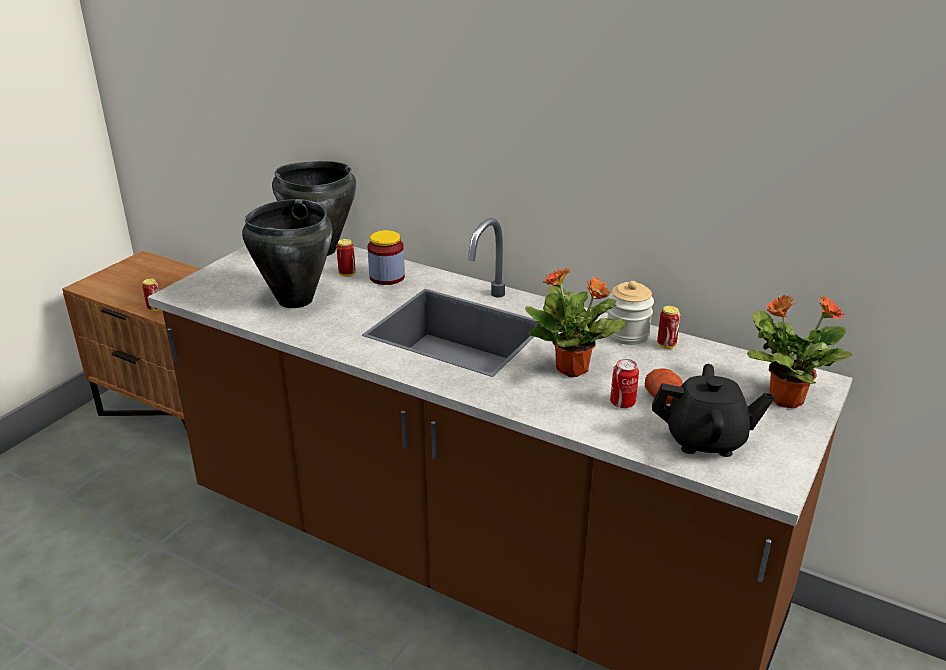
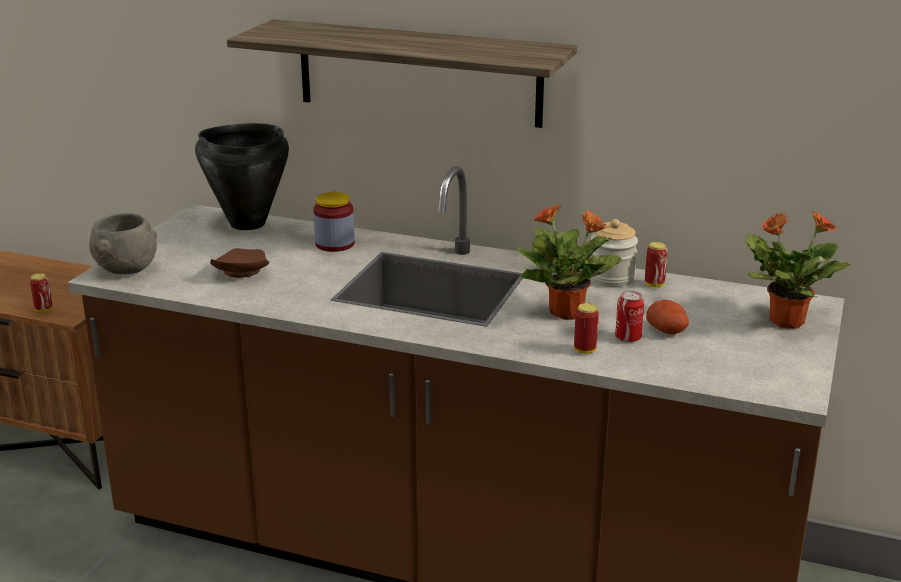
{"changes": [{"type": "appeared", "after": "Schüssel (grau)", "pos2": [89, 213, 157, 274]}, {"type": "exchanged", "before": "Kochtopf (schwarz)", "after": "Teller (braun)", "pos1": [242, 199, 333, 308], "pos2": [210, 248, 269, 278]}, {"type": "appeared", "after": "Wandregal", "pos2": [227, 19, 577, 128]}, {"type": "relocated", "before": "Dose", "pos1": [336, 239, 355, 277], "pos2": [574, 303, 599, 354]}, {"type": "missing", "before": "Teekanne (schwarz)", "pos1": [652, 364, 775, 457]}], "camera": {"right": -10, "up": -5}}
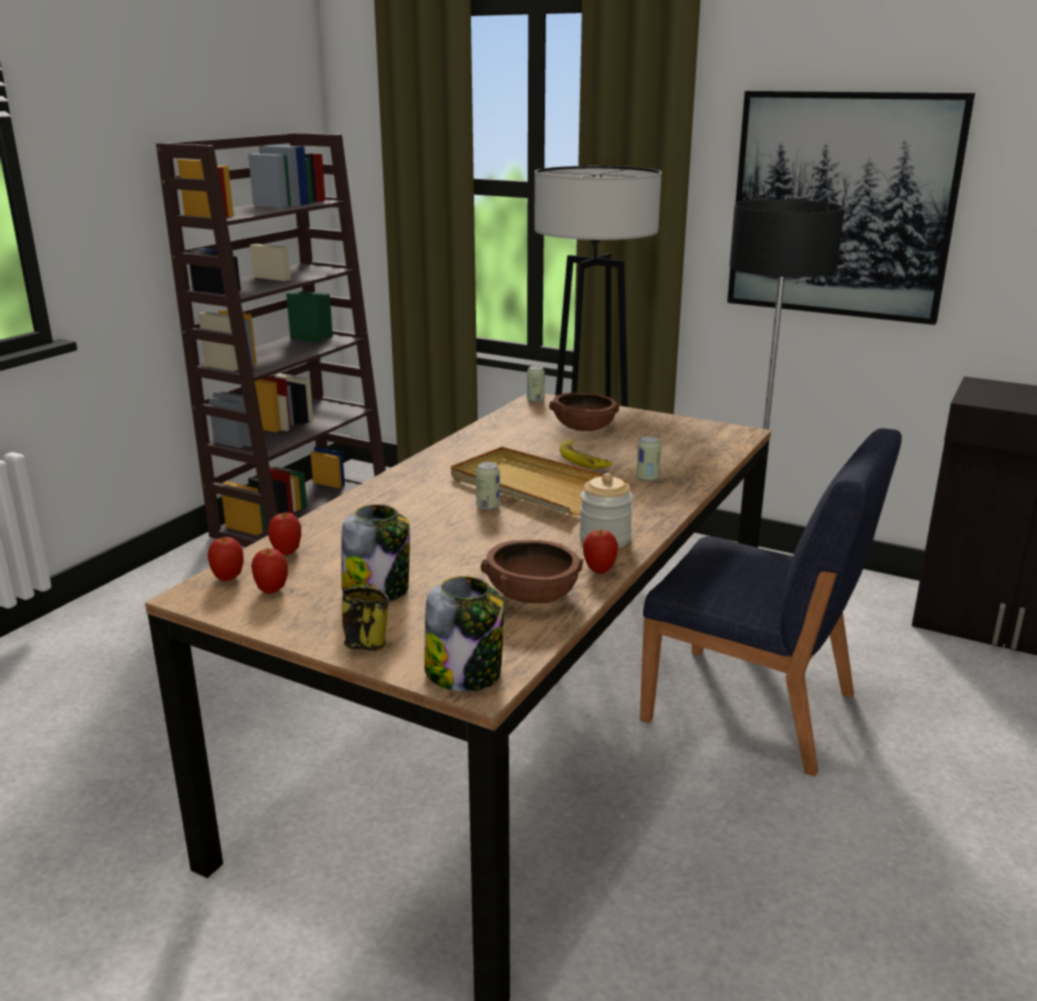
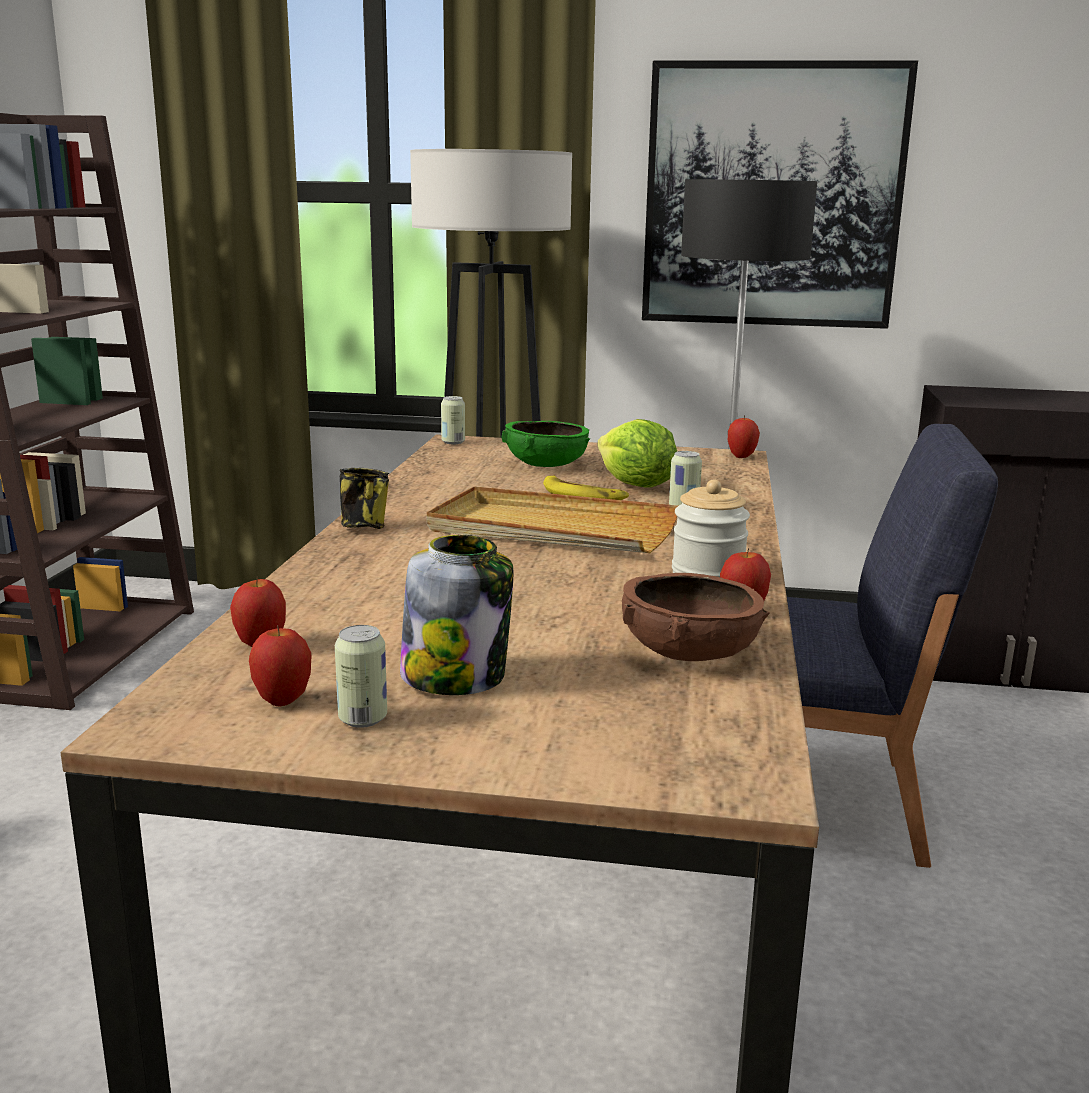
{"changes": [{"type": "relocated", "before": "Dose", "pos1": [476, 462, 500, 510], "pos2": [335, 625, 387, 728]}, {"type": "relocated", "before": "Henkelbecher", "pos1": [342, 585, 389, 651], "pos2": [340, 468, 389, 529]}, {"type": "colour", "before": "Schüssel (braun)", "after": "Schüssel (grün)", "pos1": [549, 393, 620, 431], "pos2": [502, 421, 590, 467]}, {"type": "appeared", "after": "Salatkopf", "pos2": [597, 419, 677, 487]}, {"type": "relocated", "before": "Apfel", "pos1": [208, 536, 244, 581], "pos2": [728, 415, 760, 458]}, {"type": "missing", "before": "Vorratsglas", "pos1": [425, 576, 504, 692]}], "camera": {"right": -20, "up": -5}}
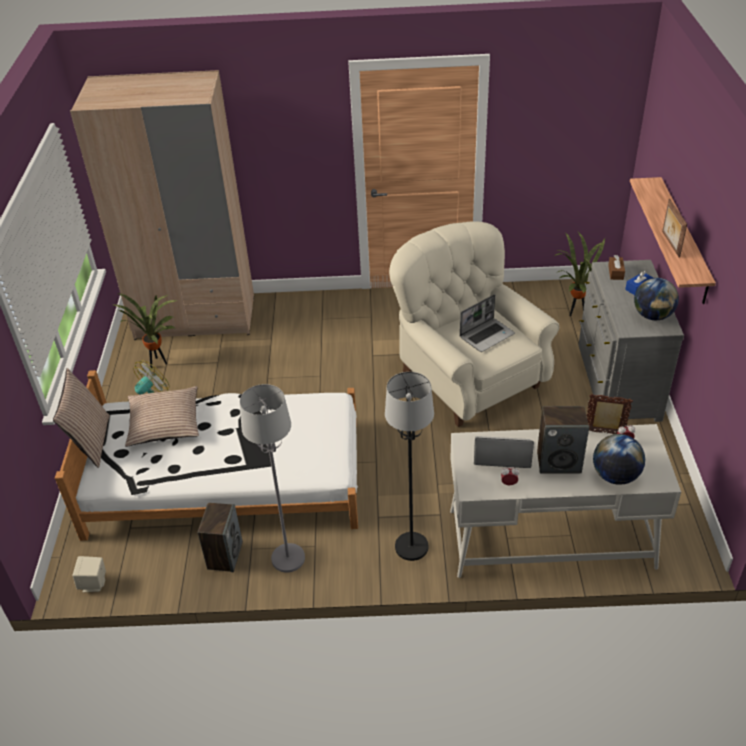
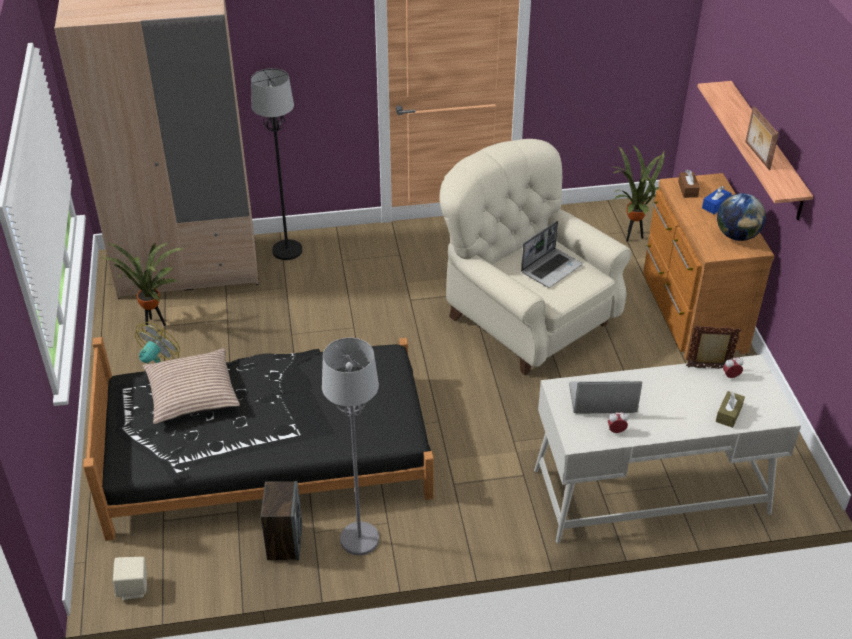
{"changes": [{"type": "colour", "before": "Bett (weiß)", "after": "Bett (schwarz)", "pos1": [55, 370, 358, 541], "pos2": [83, 337, 434, 541]}, {"type": "relocated", "before": "Stehlampe (schwarz)", "pos1": [385, 372, 434, 561], "pos2": [251, 68, 302, 260]}, {"type": "colour", "before": "Kommode (grau)", "after": "Kommode (braun)", "pos1": [578, 260, 684, 422], "pos2": [643, 173, 774, 360]}, {"type": "exchanged", "before": "Globus", "after": "Taschentuchbox (braun)", "pos1": [593, 434, 645, 485], "pos2": [715, 391, 745, 428]}, {"type": "missing", "before": "Kissen", "pos1": [53, 368, 110, 468]}, {"type": "missing", "before": "Lautsprecher", "pos1": [537, 406, 589, 474]}], "camera": {"right": -10, "up": 0}}
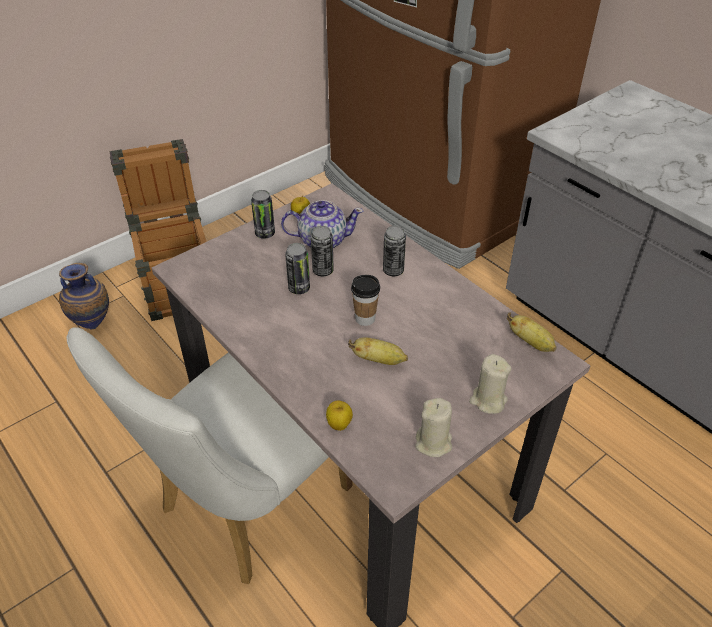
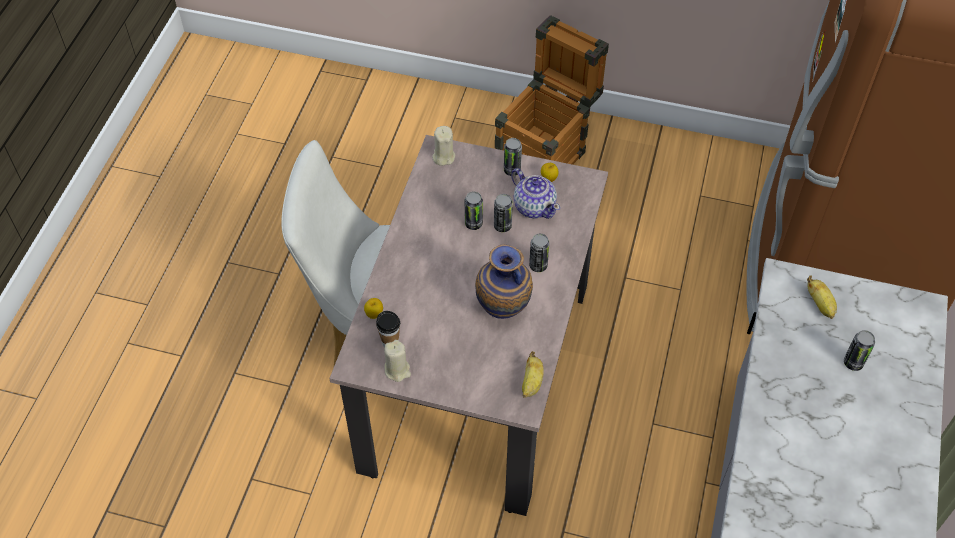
{"changes": [{"type": "relocated", "before": "Tasse", "pos1": [351, 275, 380, 326], "pos2": [376, 311, 400, 348]}, {"type": "relocated", "before": "Kerze (beige)", "pos1": [469, 354, 511, 414], "pos2": [432, 126, 455, 166]}, {"type": "relocated", "before": "Vase", "pos1": [59, 263, 109, 330], "pos2": [475, 244, 533, 319]}, {"type": "relocated", "before": "Banane", "pos1": [348, 337, 408, 365], "pos2": [807, 276, 837, 319]}, {"type": "appeared", "after": "Dose", "pos2": [844, 330, 875, 371]}], "camera": {"right": 55, "up": 10}}
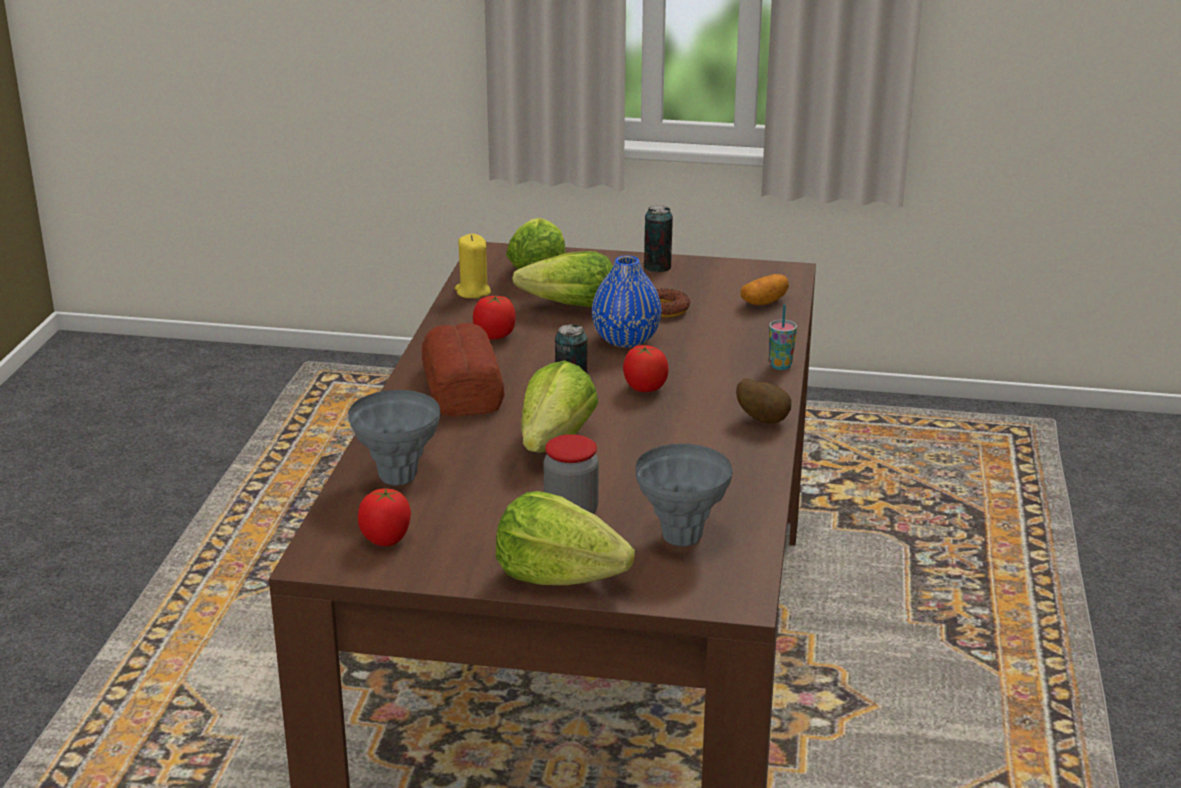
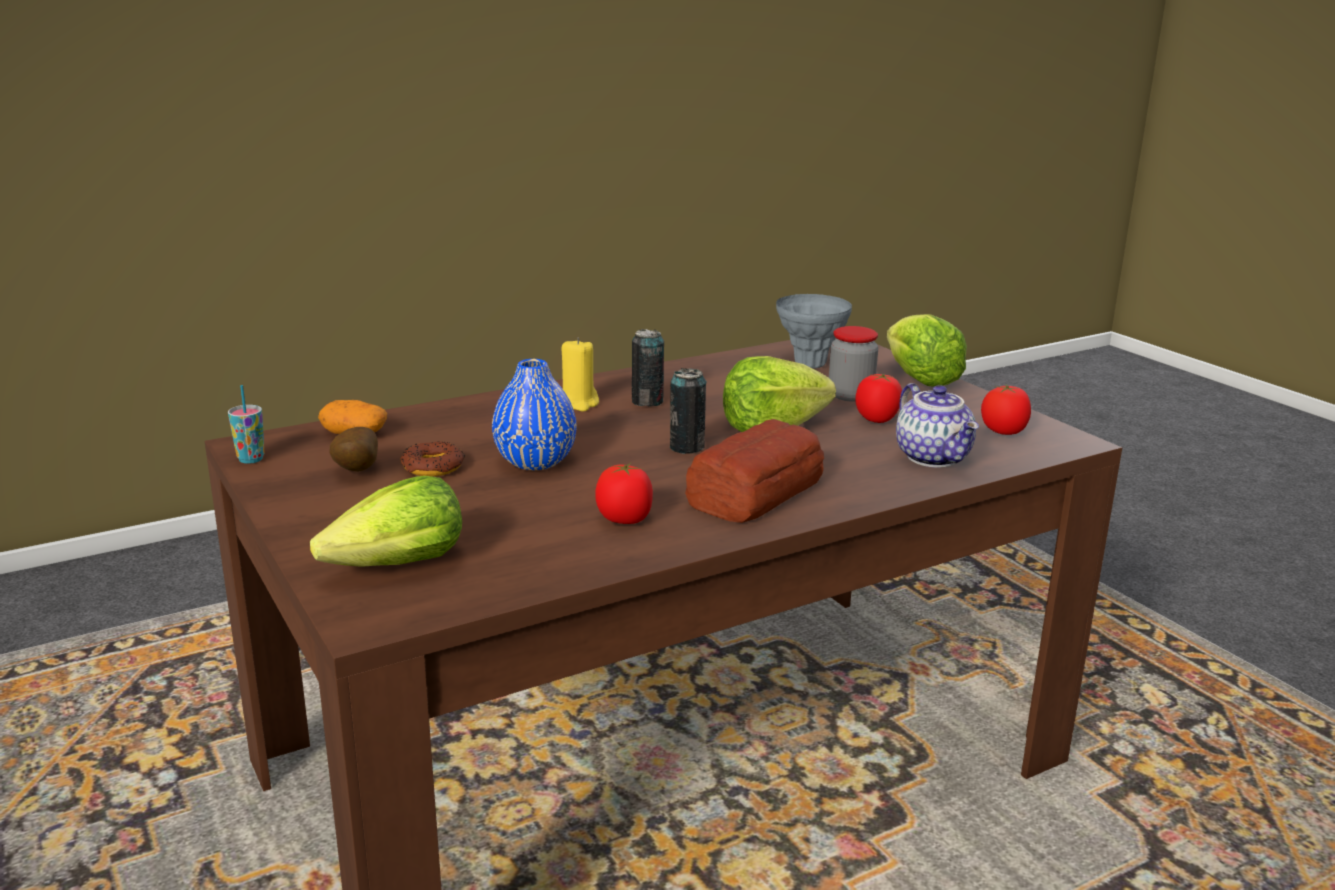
{"changes": [{"type": "relocated", "before": "Tasse", "pos1": [769, 304, 797, 370], "pos2": [228, 385, 265, 464]}, {"type": "relocated", "before": "Kartoffel", "pos1": [736, 378, 791, 424], "pos2": [329, 427, 378, 472]}, {"type": "relocated", "before": "Kerze (gelb)", "pos1": [455, 234, 491, 298], "pos2": [562, 338, 599, 412]}, {"type": "relocated", "before": "Dose", "pos1": [644, 205, 673, 272], "pos2": [632, 329, 664, 407]}, {"type": "relocated", "before": "Tomate", "pos1": [623, 345, 668, 392], "pos2": [855, 374, 902, 423]}, {"type": "exchanged", "before": "Vase (grau)", "after": "Teekanne", "pos1": [348, 390, 440, 486], "pos2": [896, 383, 979, 468]}, {"type": "missing", "before": "Salatkopf", "pos1": [512, 251, 613, 307]}], "camera": {"right": -130, "up": -5}}
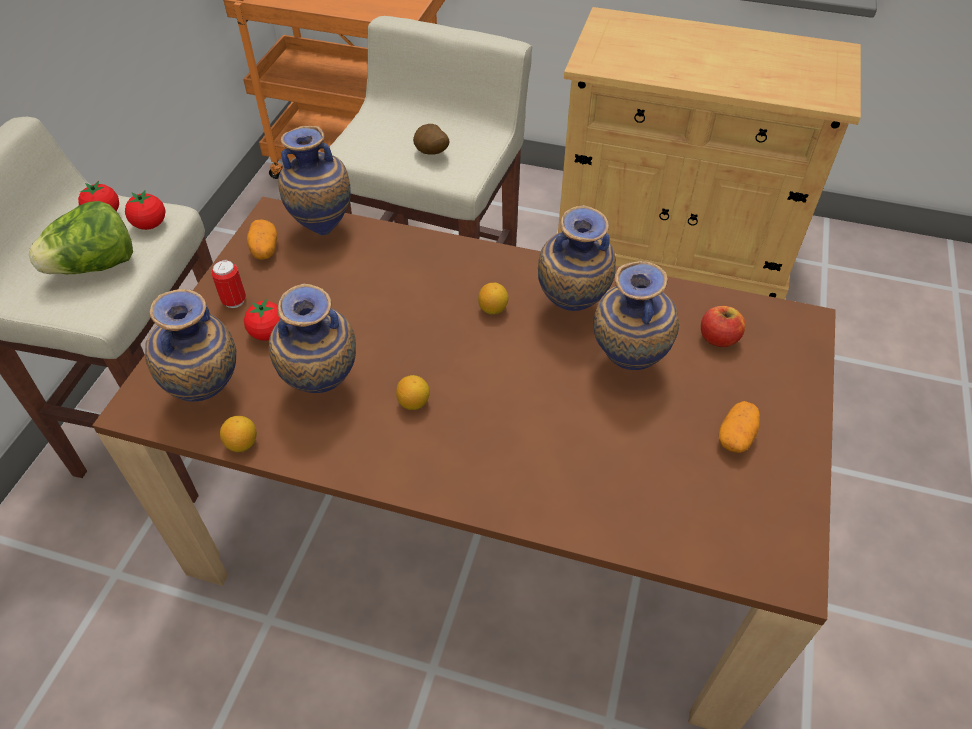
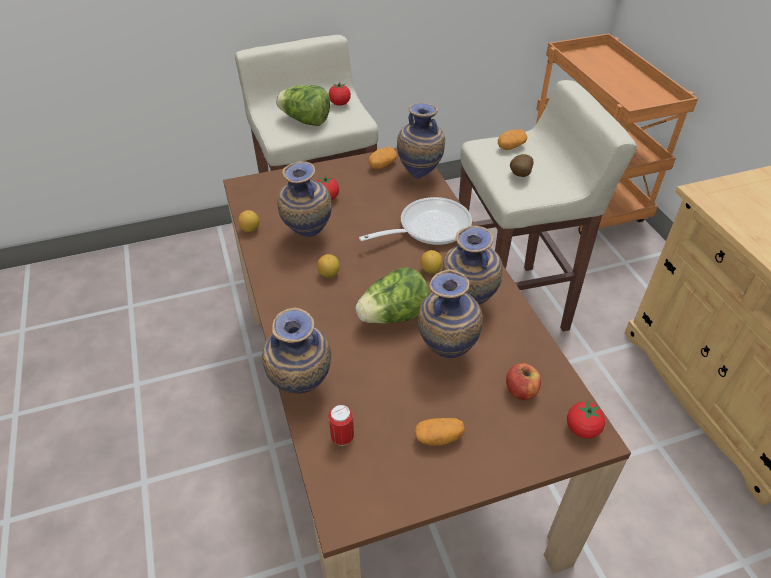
{"changes": [{"type": "relocated", "before": "Vase", "pos1": [145, 289, 236, 402], "pos2": [262, 308, 331, 394]}, {"type": "relocated", "before": "Dose", "pos1": [211, 260, 246, 308], "pos2": [329, 405, 354, 446]}, {"type": "appeared", "after": "Salatkopf", "pos2": [355, 267, 430, 324]}, {"type": "appeared", "after": "Pfanne", "pos2": [359, 197, 472, 245]}, {"type": "appeared", "after": "Kartoffel", "pos2": [498, 129, 527, 150]}, {"type": "relocated", "before": "Tomate", "pos1": [125, 190, 165, 230], "pos2": [567, 400, 605, 439]}], "camera": {"right": 55, "up": -5}}
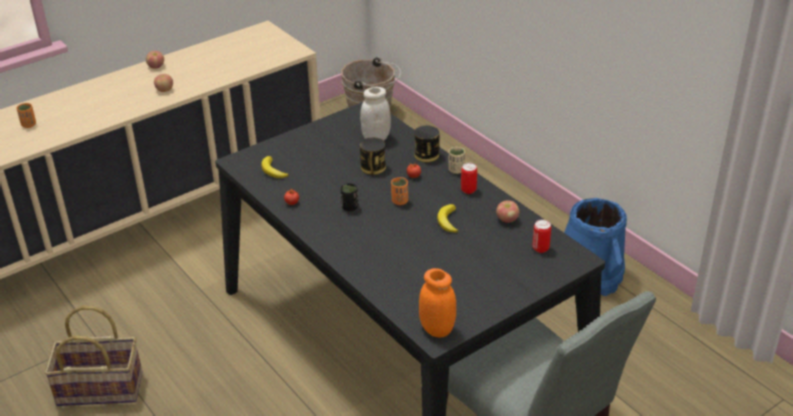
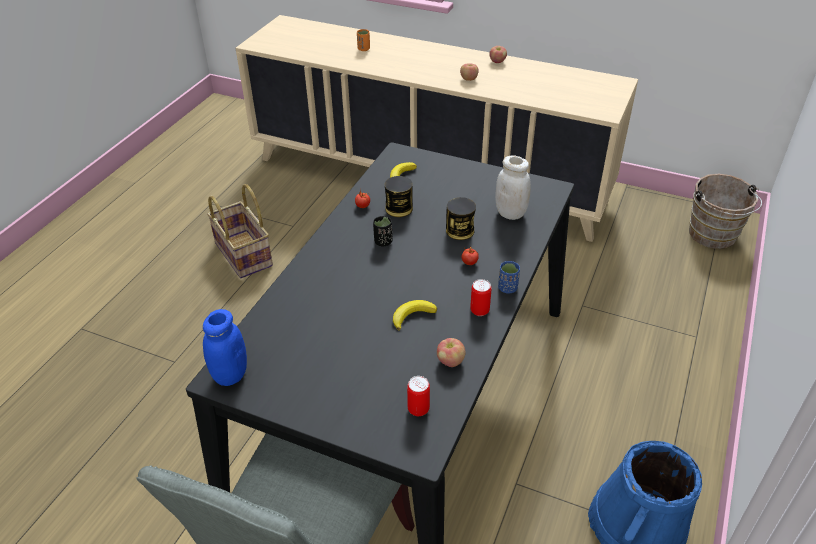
{"changes": [{"type": "colour", "before": "Vorratsglas (orange)", "after": "Vorratsglas (blau)", "pos1": [419, 268, 456, 337], "pos2": [203, 309, 247, 386]}, {"type": "relocated", "before": "Dose", "pos1": [414, 125, 440, 162], "pos2": [385, 176, 413, 217]}, {"type": "colour", "before": "Tasse (beige)", "after": "Tasse (blau)", "pos1": [449, 147, 465, 174], "pos2": [498, 261, 520, 294]}, {"type": "missing", "before": "Tasse (orange)", "pos1": [391, 177, 408, 205]}], "camera": {"right": 60, "up": 5}}
